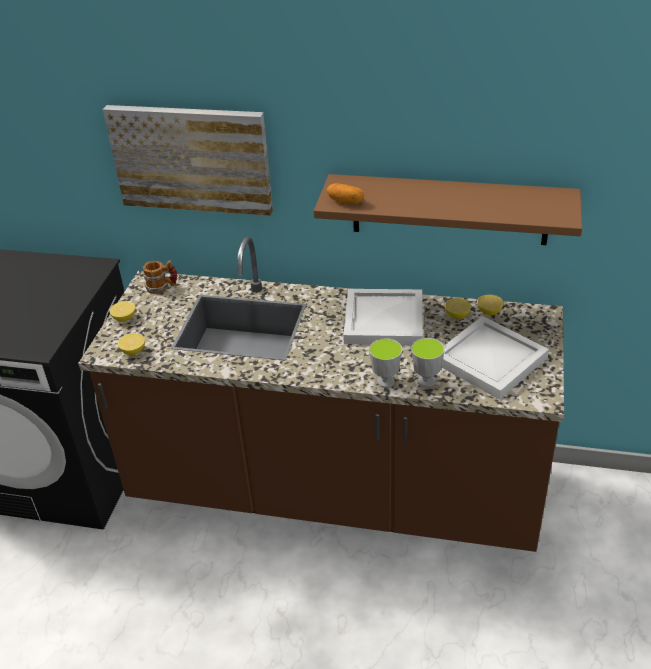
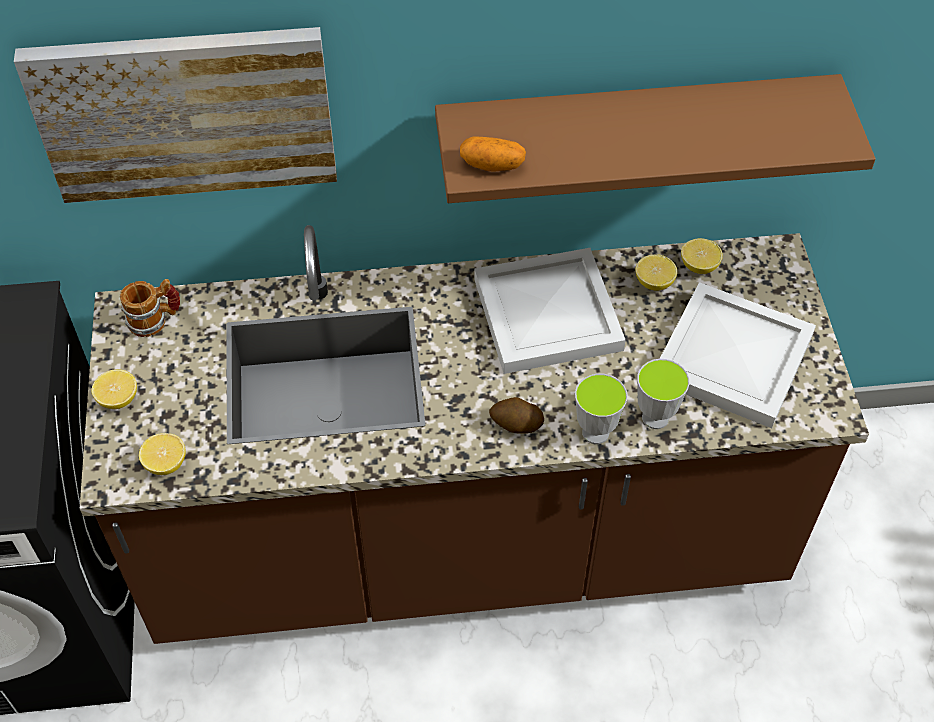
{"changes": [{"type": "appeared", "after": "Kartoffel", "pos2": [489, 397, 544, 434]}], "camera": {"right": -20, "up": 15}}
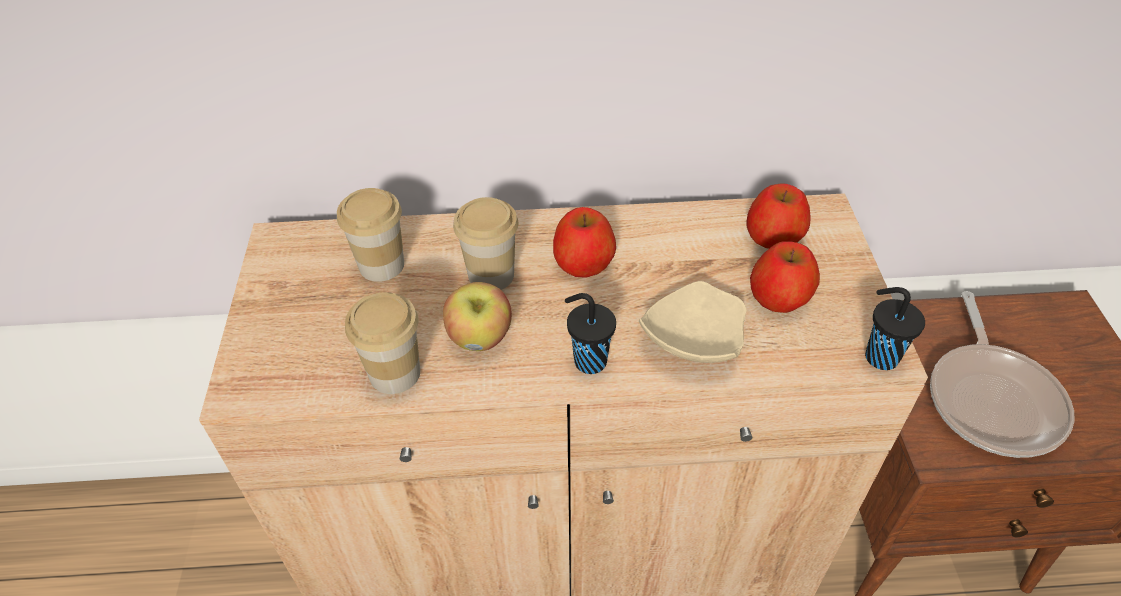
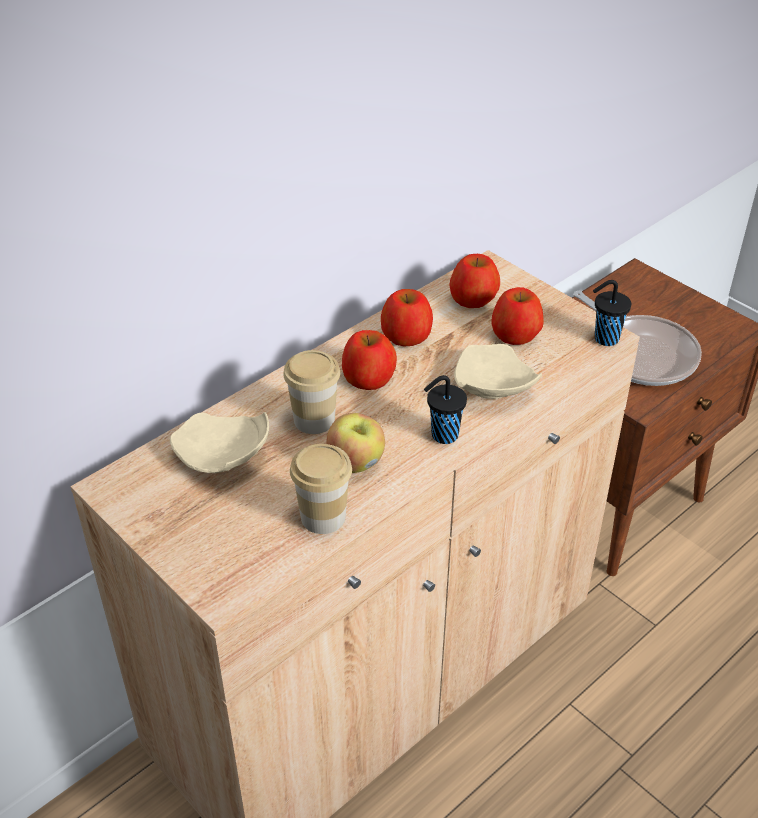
{"changes": [{"type": "exchanged", "before": "Tasse", "after": "Teller (beige)", "pos1": [337, 188, 404, 282], "pos2": [170, 412, 269, 473]}, {"type": "appeared", "after": "Apfel", "pos2": [381, 289, 433, 347]}], "camera": {"right": -40, "up": -5}}
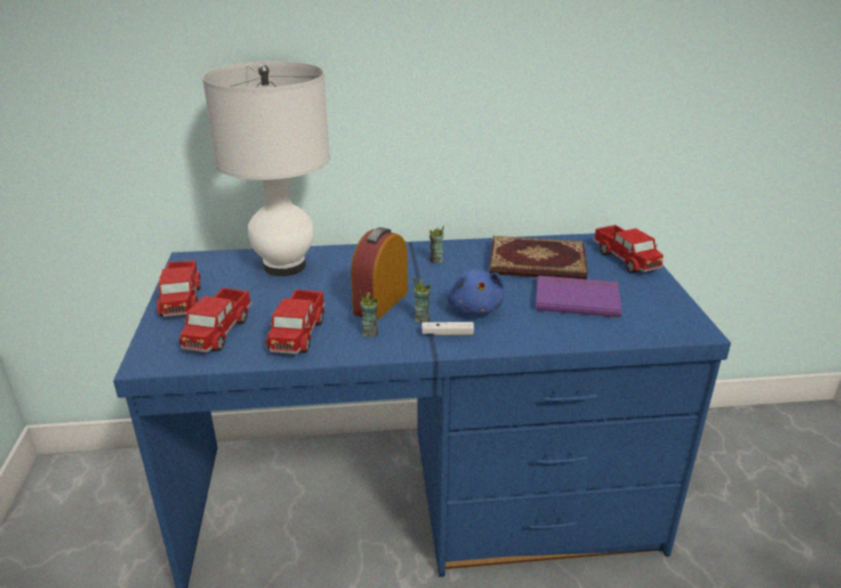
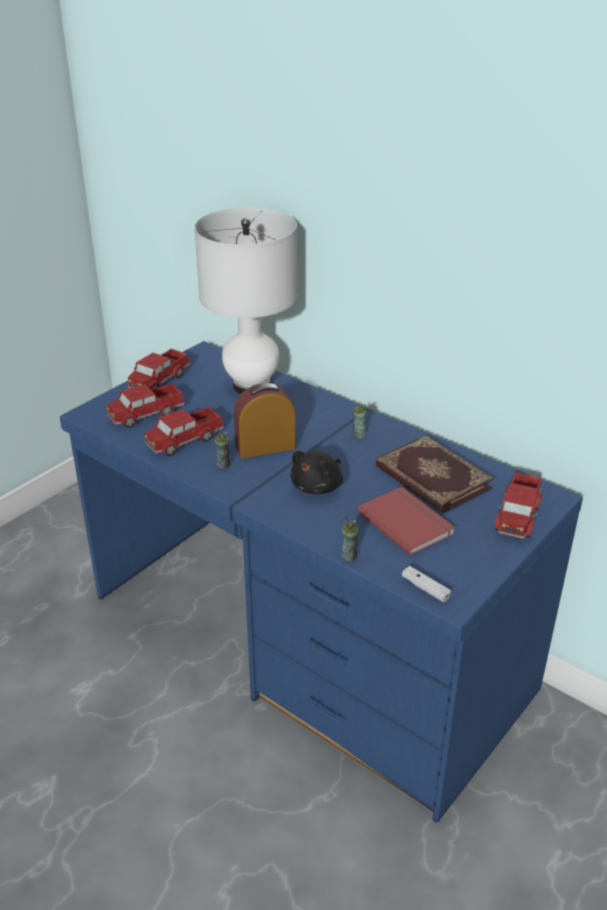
{"changes": [{"type": "colour", "before": "Plüschtier (blau)", "after": "Plüschtier (schwarz)", "pos1": [447, 269, 504, 316], "pos2": [290, 451, 343, 494]}, {"type": "relocated", "before": "Tasse", "pos1": [413, 277, 431, 322], "pos2": [341, 515, 359, 561]}, {"type": "colour", "before": "Buch (lila)", "after": "Buch (rot)", "pos1": [536, 275, 622, 318], "pos2": [357, 487, 455, 556]}, {"type": "relocated", "before": "Gamepad (weiß)", "pos1": [422, 322, 474, 336], "pos2": [402, 566, 451, 602]}], "camera": {"right": 45, "up": 5}}
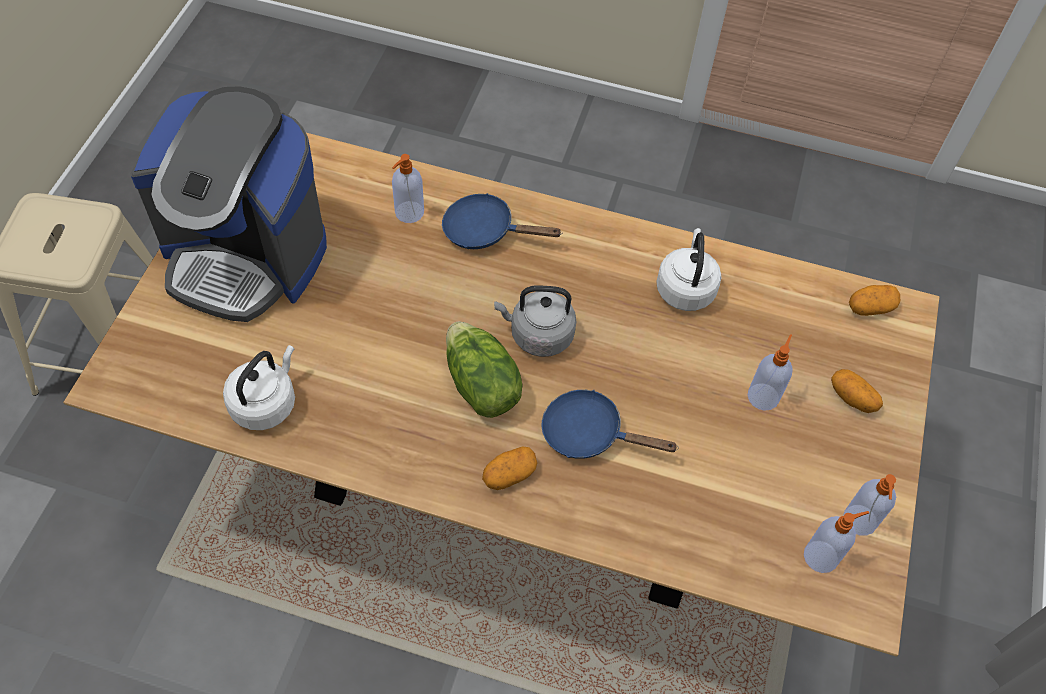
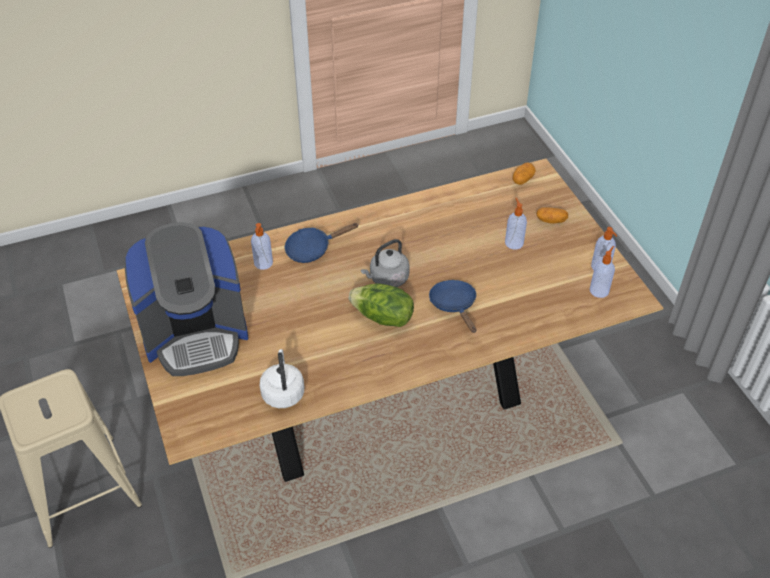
{"changes": [{"type": "spun", "before": "Pfanne (blau)", "pos1": [541, 390, 679, 459], "pos2": [429, 280, 476, 333], "turn": 90}, {"type": "missing", "before": "Kartoffel", "pos1": [482, 446, 537, 490]}, {"type": "missing", "before": "Wasserkessel (weiß)", "pos1": [656, 228, 721, 311]}], "camera": {"right": -35, "up": -10}}
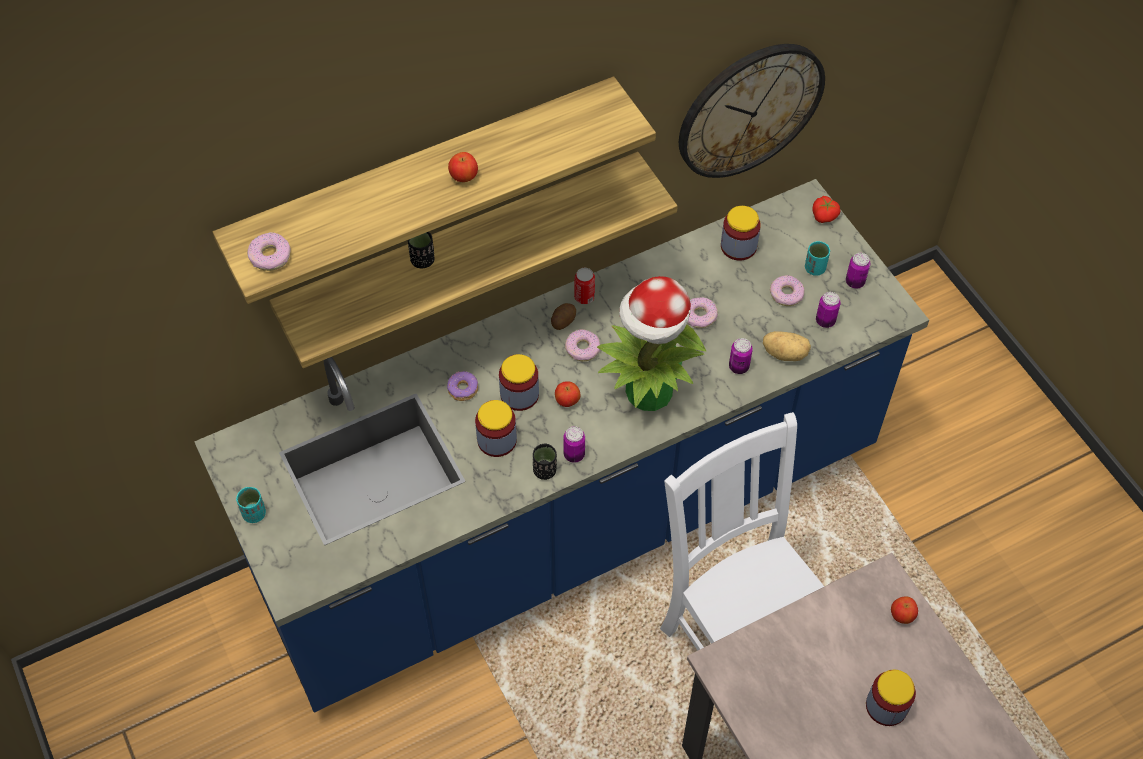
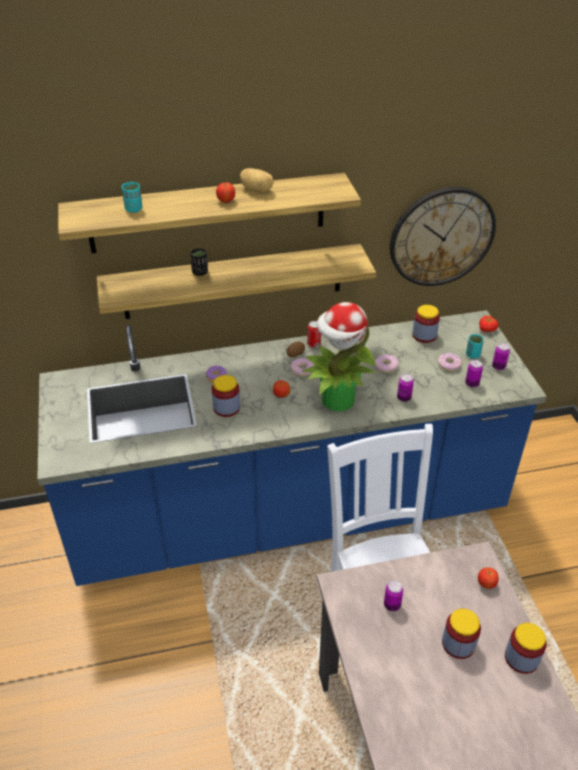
{"changes": [{"type": "relocated", "before": "Tasse (türkis)", "pos1": [236, 487, 266, 523], "pos2": [122, 182, 142, 213]}, {"type": "relocated", "before": "Kartoffel", "pos1": [763, 331, 811, 361], "pos2": [240, 168, 274, 192]}, {"type": "relocated", "before": "Dose", "pos1": [563, 426, 585, 463], "pos2": [384, 580, 404, 611]}, {"type": "relocated", "before": "Vorratsglas", "pos1": [499, 354, 539, 411], "pos2": [505, 623, 546, 674]}, {"type": "missing", "before": "Donut", "pos1": [247, 232, 291, 271]}, {"type": "missing", "before": "Tasse (schwarz)", "pos1": [533, 444, 557, 480]}], "camera": {"right": 15, "up": -15}}
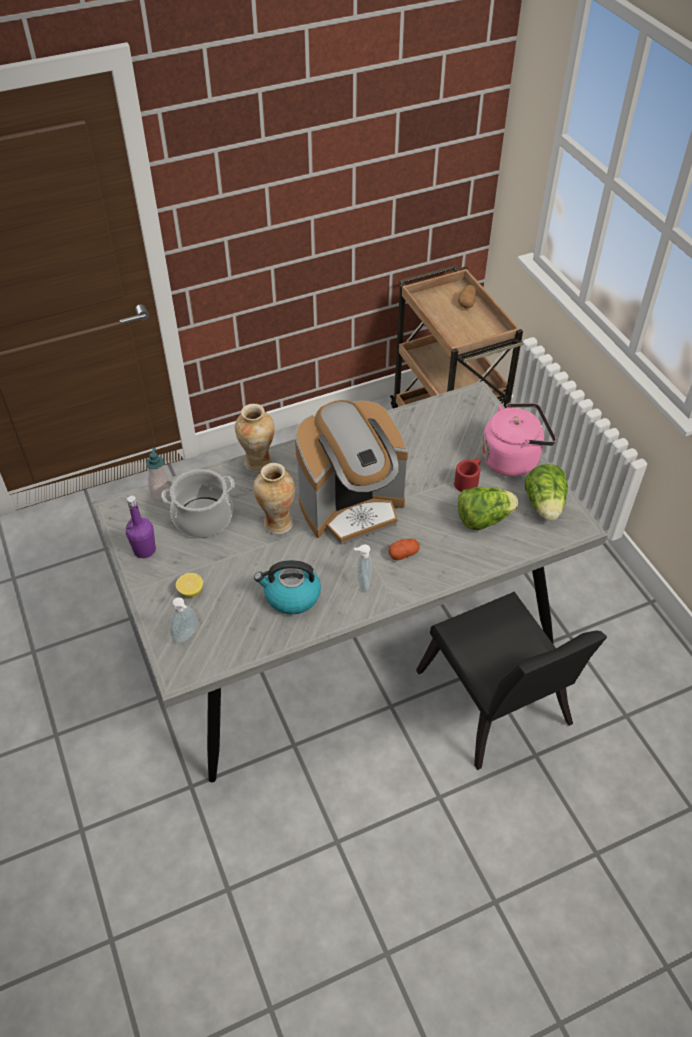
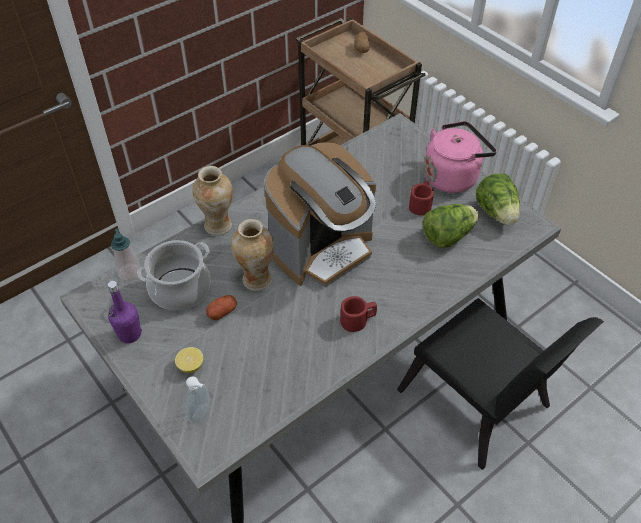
{"changes": [{"type": "relocated", "before": "Kartoffel", "pos1": [389, 538, 420, 561], "pos2": [206, 295, 237, 320]}, {"type": "exchanged", "before": "Seifenspender", "after": "Henkelbecher (rot)", "pos1": [354, 544, 372, 591], "pos2": [340, 296, 377, 332]}, {"type": "missing", "before": "Wasserkessel", "pos1": [254, 560, 321, 615]}], "camera": {"right": -15, "up": 0}}
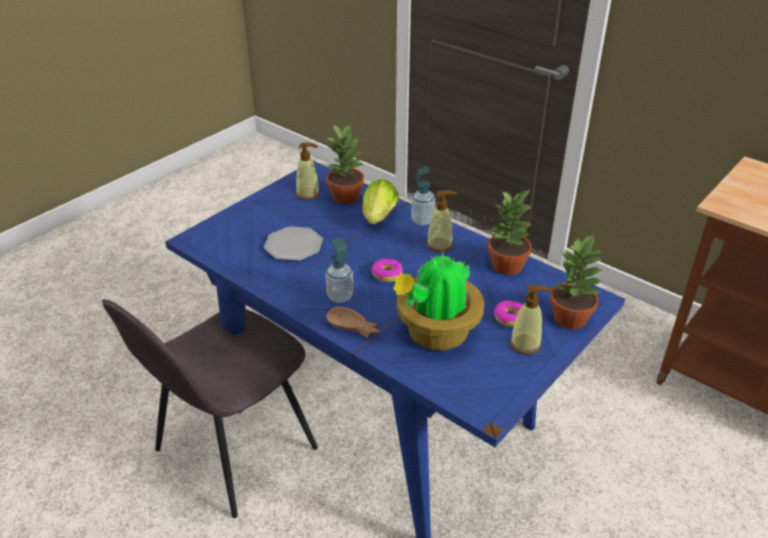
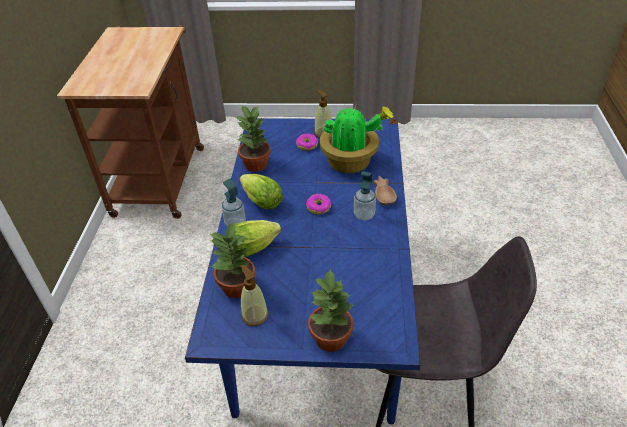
{"changes": [{"type": "exchanged", "before": "Seifenspender", "after": "Salatkopf", "pos1": [427, 190, 457, 252], "pos2": [240, 174, 283, 210]}, {"type": "relocated", "before": "Topfpflanze", "pos1": [550, 234, 603, 329], "pos2": [308, 268, 353, 352]}, {"type": "missing", "before": "Teller", "pos1": [264, 226, 323, 261]}], "camera": {"right": -125, "up": 5}}
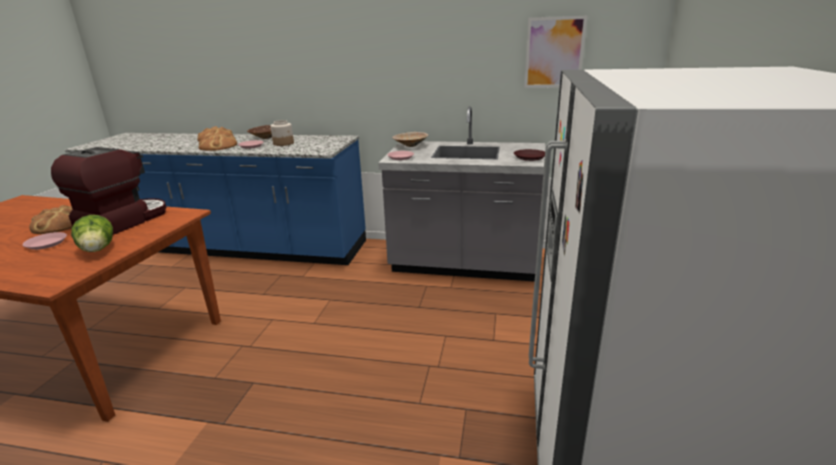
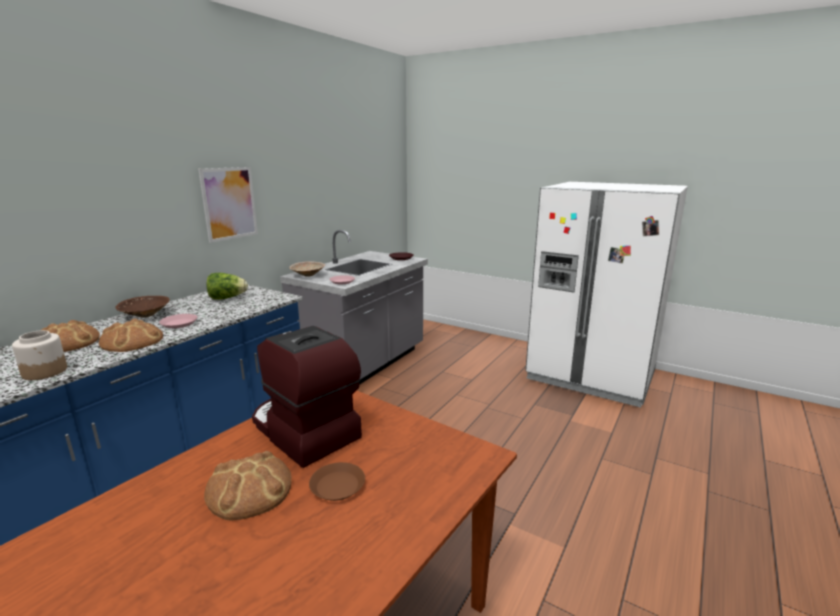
{"changes": [{"type": "relocated", "before": "Vorratsglas", "pos1": [270, 120, 294, 146], "pos2": [12, 330, 67, 380]}, {"type": "relocated", "before": "Bild", "pos1": [524, 16, 587, 88], "pos2": [198, 167, 258, 243]}, {"type": "relocated", "before": "Salatkopf", "pos1": [71, 215, 113, 252], "pos2": [206, 273, 248, 300]}, {"type": "colour", "before": "Teller (rosa)", "after": "Teller (braun)", "pos1": [22, 232, 67, 250], "pos2": [309, 462, 365, 501]}], "camera": {"right": -70, "up": -5}}
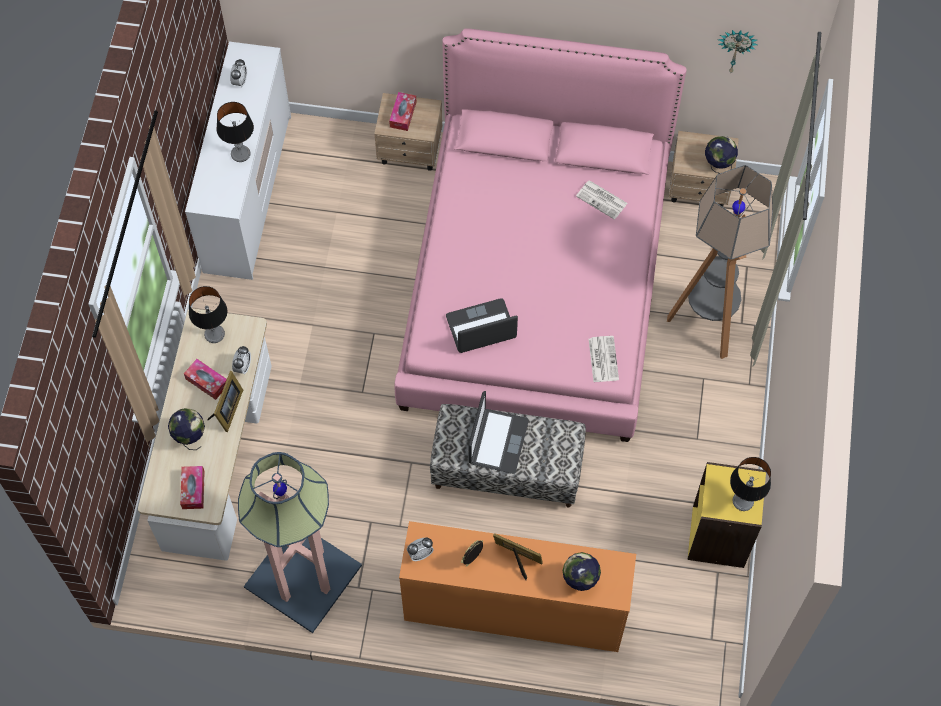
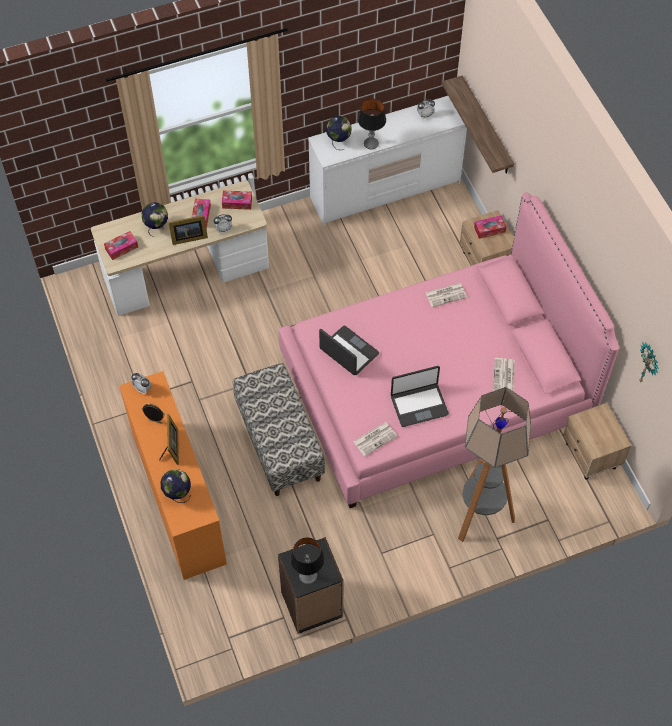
{"changes": [{"type": "exchanged", "before": "Tischlampe", "after": "Taschentuchbox", "pos1": [189, 286, 227, 343], "pos2": [222, 191, 252, 210]}, {"type": "colour", "before": "Bücherregal (gelb)", "after": "Bücherregal (schwarz)", "pos1": [687, 462, 766, 568], "pos2": [278, 537, 344, 634]}, {"type": "relocated", "before": "Globus", "pos1": [705, 136, 738, 174], "pos2": [326, 116, 351, 150]}, {"type": "relocated", "before": "Laptop", "pos1": [469, 391, 529, 474], "pos2": [391, 366, 449, 427]}, {"type": "appeared", "after": "Zeitung", "pos2": [425, 283, 467, 307]}, {"type": "appeared", "after": "Wandregal", "pos2": [442, 75, 514, 174]}, {"type": "missing", "before": "Stehlampe", "pos1": [238, 452, 362, 633]}], "camera": {"right": 60, "up": -5}}
